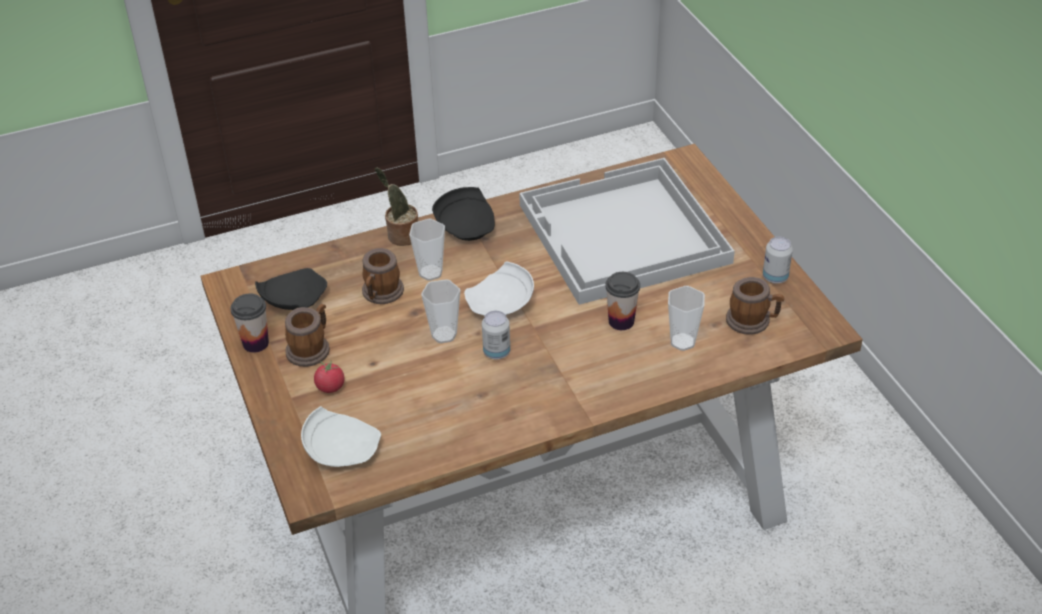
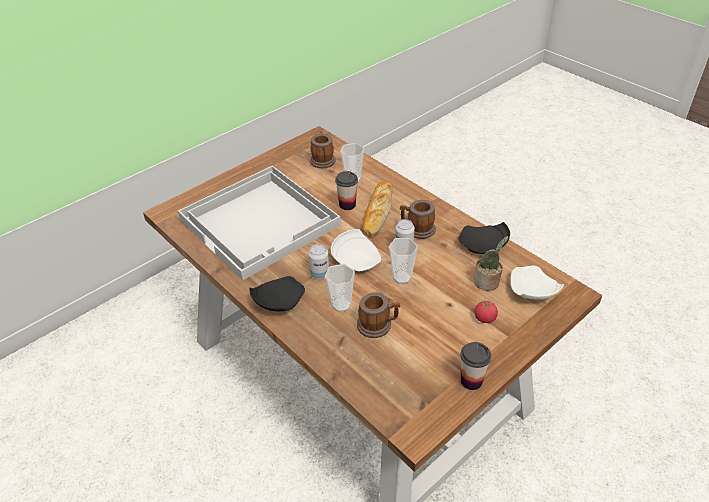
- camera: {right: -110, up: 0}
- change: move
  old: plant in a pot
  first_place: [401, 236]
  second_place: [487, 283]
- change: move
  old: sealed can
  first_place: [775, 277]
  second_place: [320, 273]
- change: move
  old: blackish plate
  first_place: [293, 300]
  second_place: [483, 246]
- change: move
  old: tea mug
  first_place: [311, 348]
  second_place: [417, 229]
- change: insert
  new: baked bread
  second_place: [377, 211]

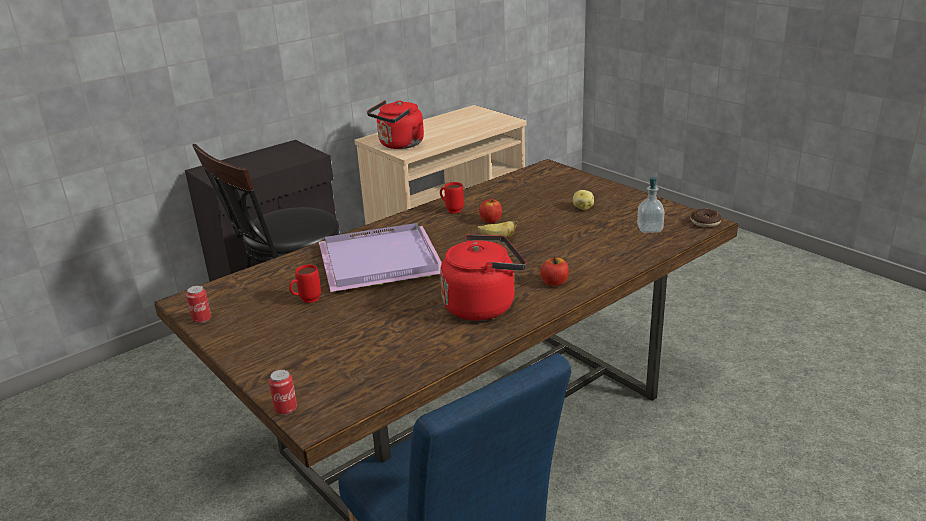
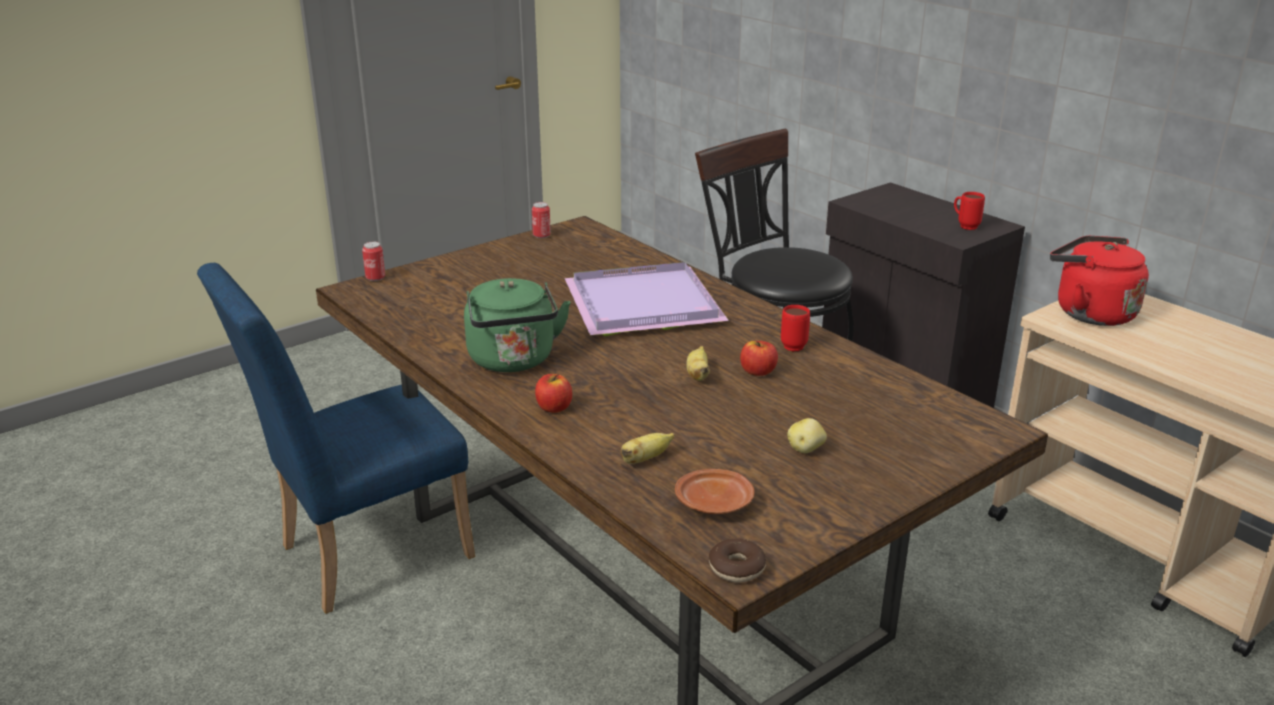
- camera: {right: 90, up: 0}
- change: replace
  old: liquid soap bottle
  new: brownish plate
  first_place: [649, 229]
  second_place: [715, 503]
- change: recolor
  old: reddish tea kettle
  new: green-coloured tea kettle
  first_place: [483, 305]
  second_place: [513, 361]
- change: move
  old: reddish tea mug
  first_place: [306, 301]
  second_place: [964, 226]
- change: insert
  new: whole banana
  second_place: [645, 459]

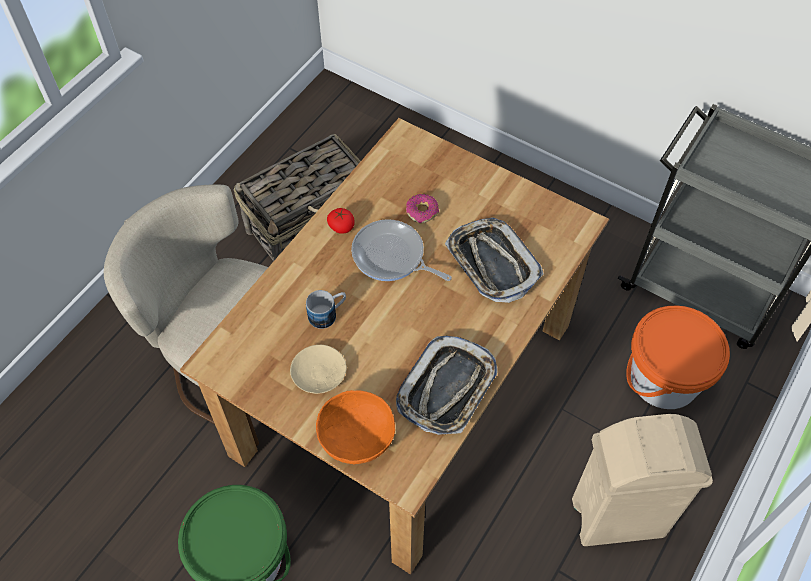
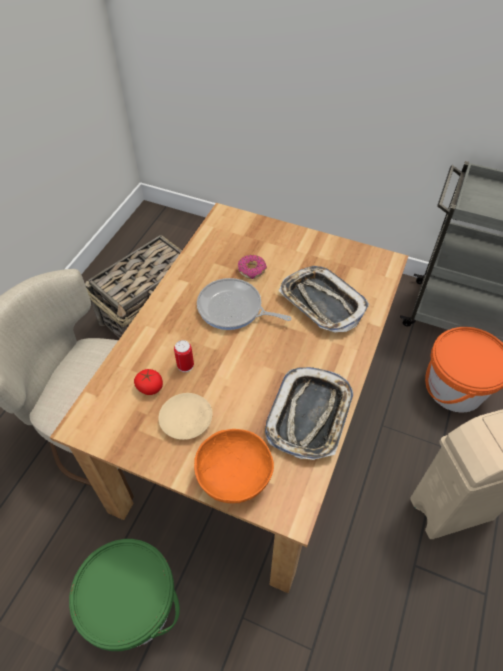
- camera: {right: -10, up: -5}
- change: move
  old: tomato
  first_place: [341, 226]
  second_place: [150, 387]
- change: replace
  old: tea mug
  new: sealed can
  first_place: [328, 314]
  second_place: [185, 365]

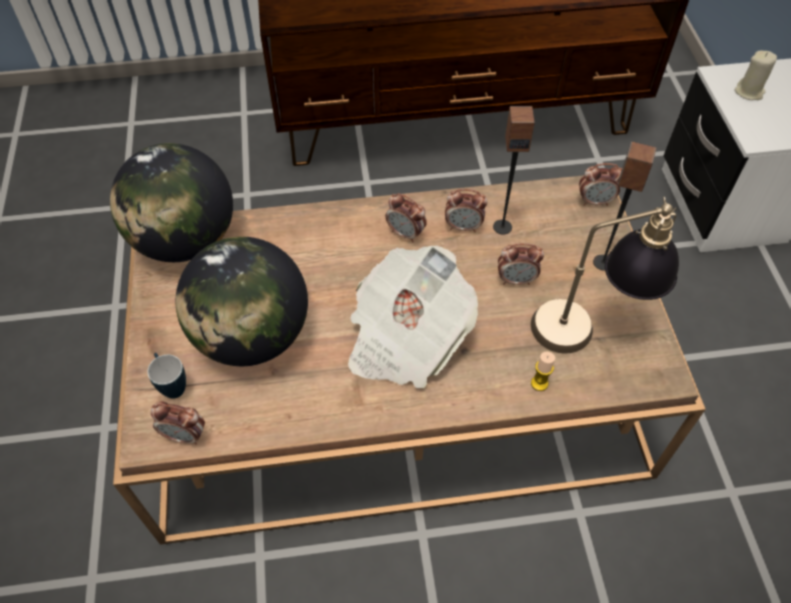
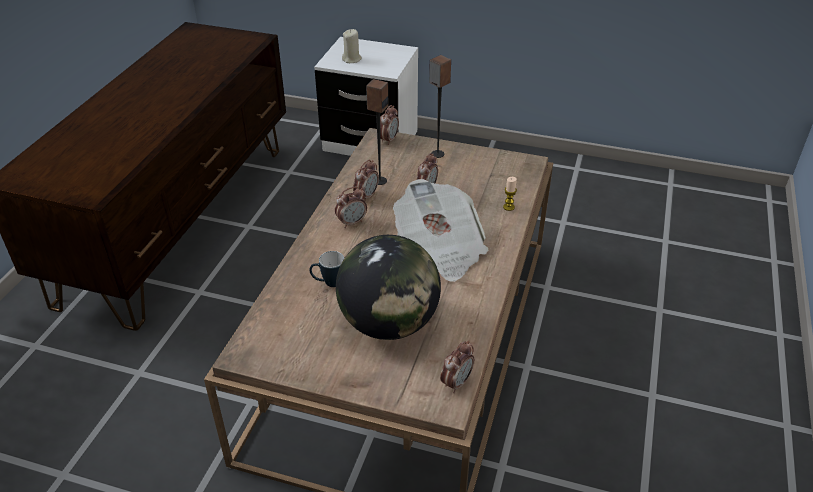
- camera: {right: -65, up: -15}
- change: delete
  old: desk globe
  first_place: [185, 241]
- change: delete
  old: tabletop lamp
  first_place: [589, 328]
- change: move
  old: tea mug
  first_place: [172, 385]
  second_place: [328, 283]

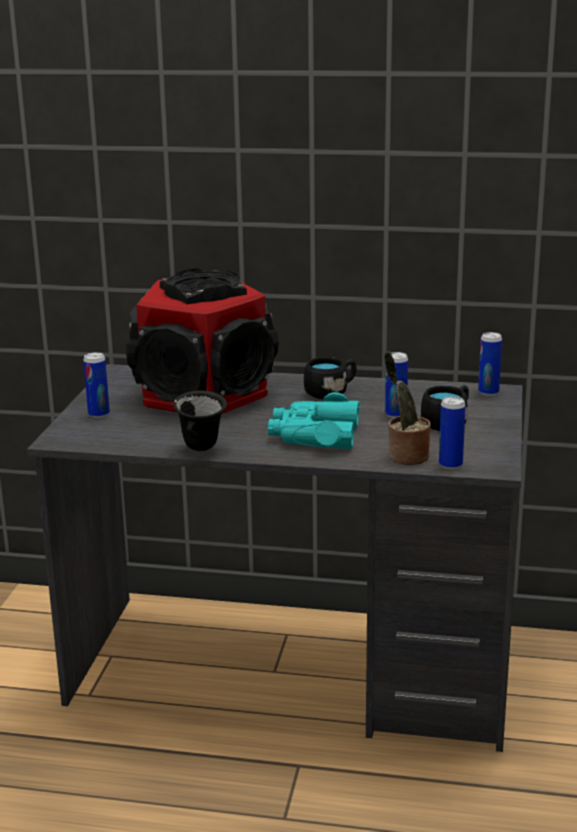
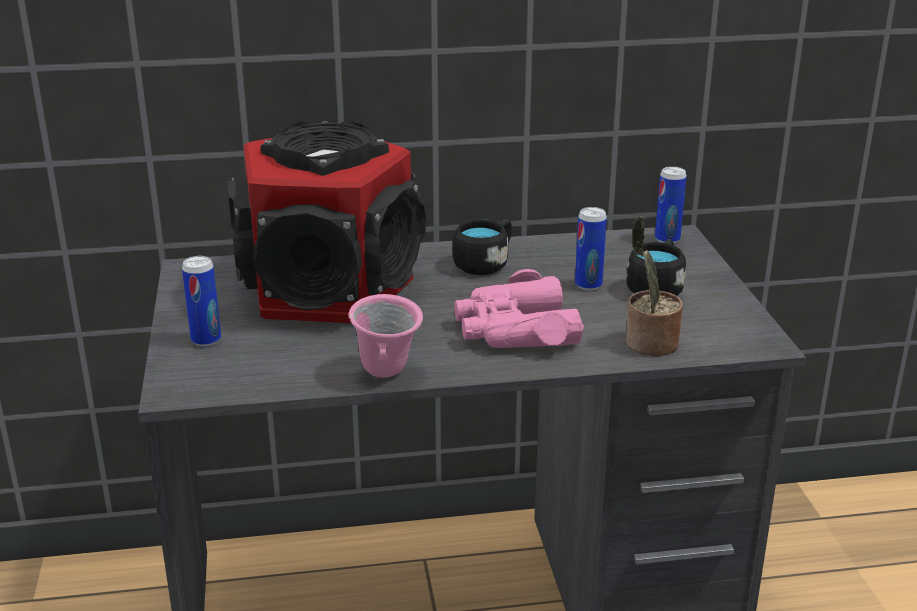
- camera: {right: -20, up: 5}
- change: recolor
  old: blackish tea mug
  new: pink-coloured tea mug
  first_place: [202, 449]
  second_place: [388, 374]
- change: recolor
  old: turquoise pair of binoculars
  new: pink-coloured pair of binoculars
  first_place: [314, 435]
  second_place: [515, 330]
- change: delete
  old: sealed can
  first_place: [450, 465]

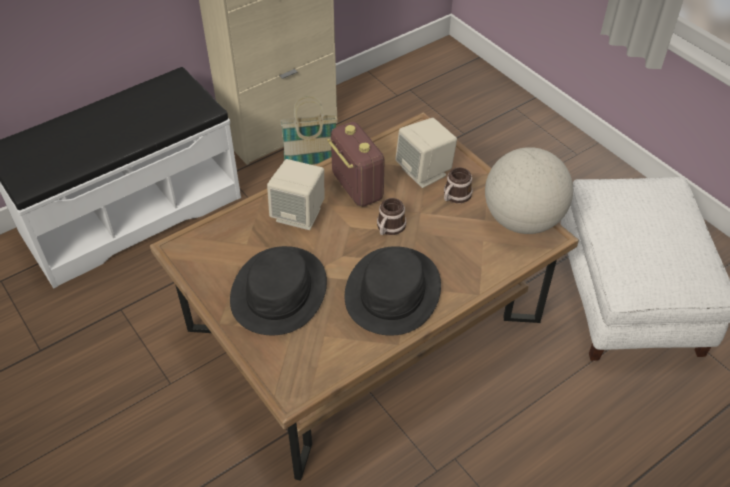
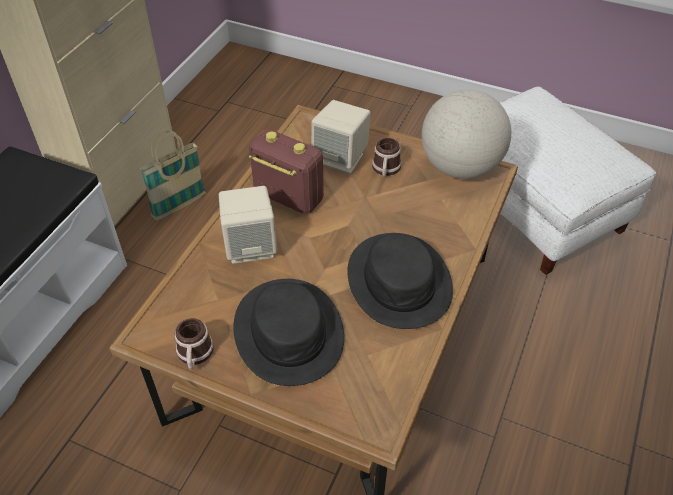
- camera: {right: -30, up: 0}
- change: move
  old: tea mug
  first_place: [389, 228]
  second_place: [195, 355]

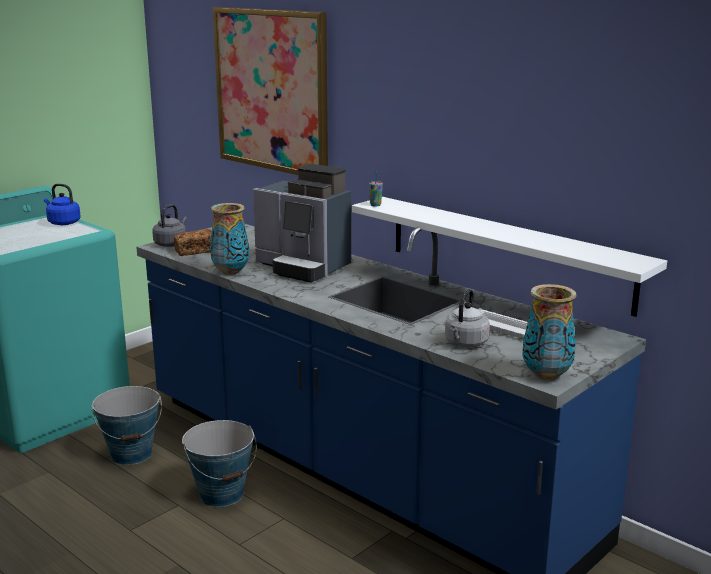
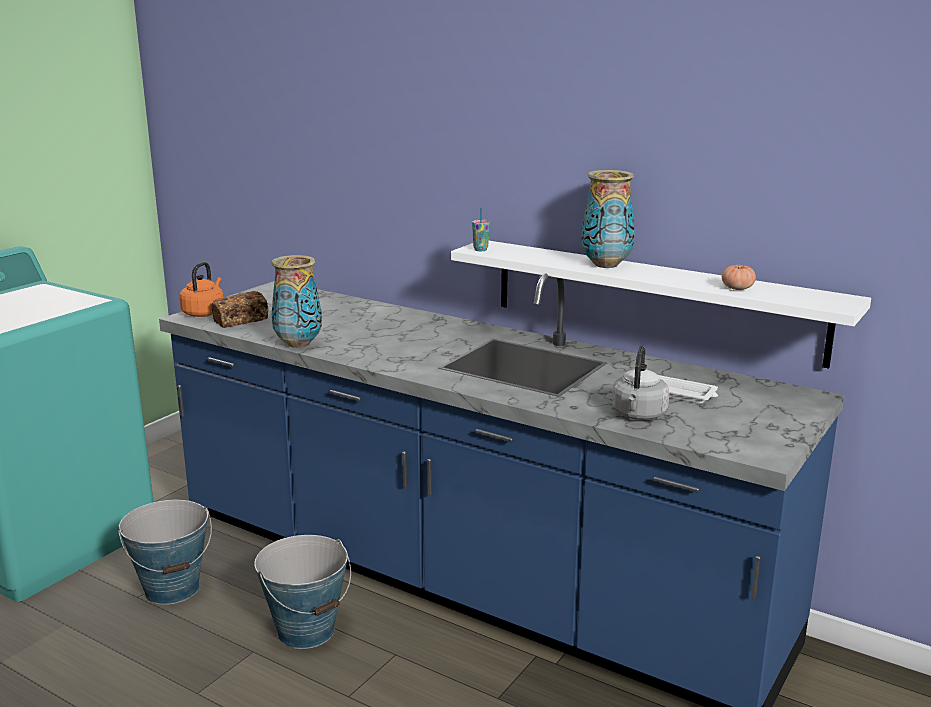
- camera: {right: -10, up: 0}
- change: delete
  old: wall picture
  first_place: [271, 90]
- change: delete
  old: coffee brewer
  first_place: [303, 267]
- change: delete
  old: blue-coloured tea kettle
  first_place: [63, 223]
- change: recolor
  old: grey tea kettle
  new: orange-coloured tea kettle
  first_place: [171, 244]
  second_place: [204, 313]
- change: move
  old: vase
  first_place: [547, 376]
  second_place: [606, 265]
- change: insert
  new: tomato
  second_place: [737, 288]

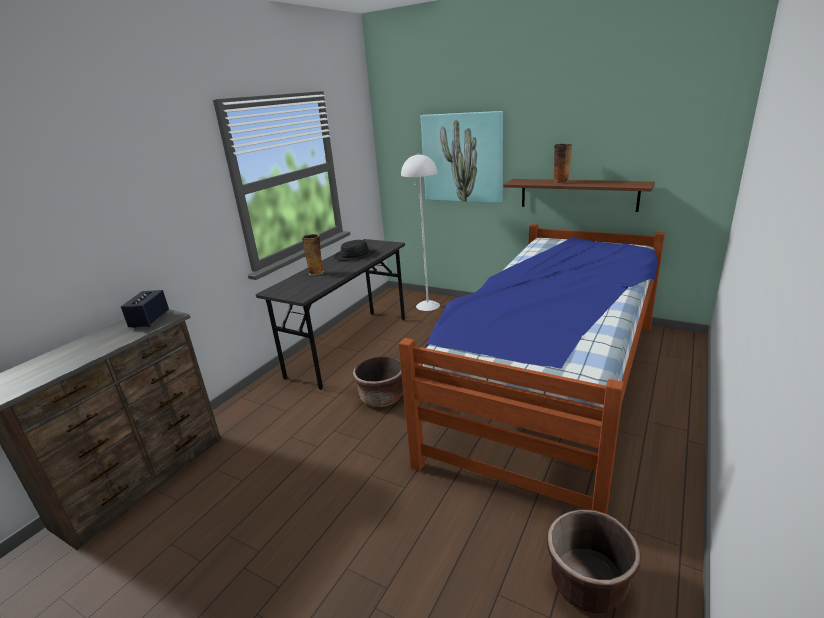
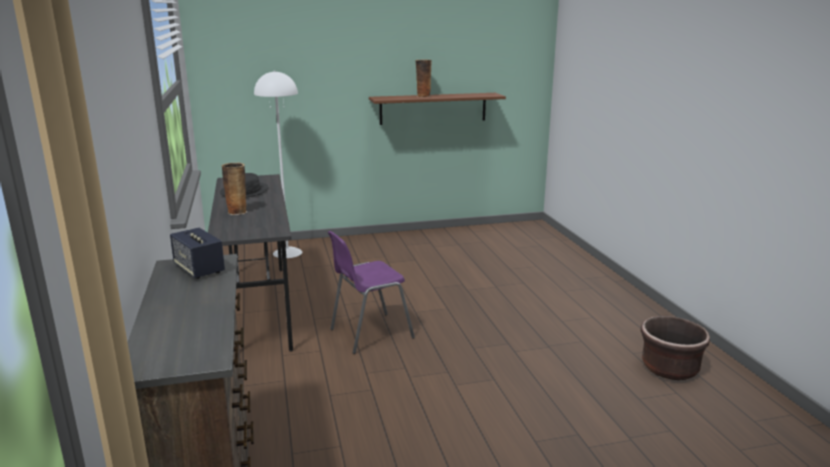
- camera: {right: -45, up: -5}
- change: delete
  old: wall picture
  first_place: [462, 158]
- change: delete
  old: bed
  first_place: [551, 384]
- change: replace
  old: brownish flower pot
  new: purplish plain chair
  first_place: [381, 397]
  second_place: [369, 334]

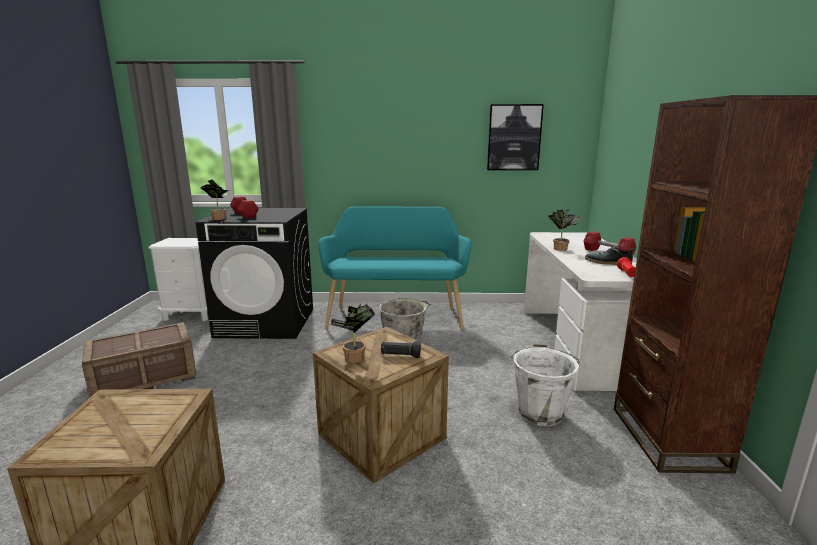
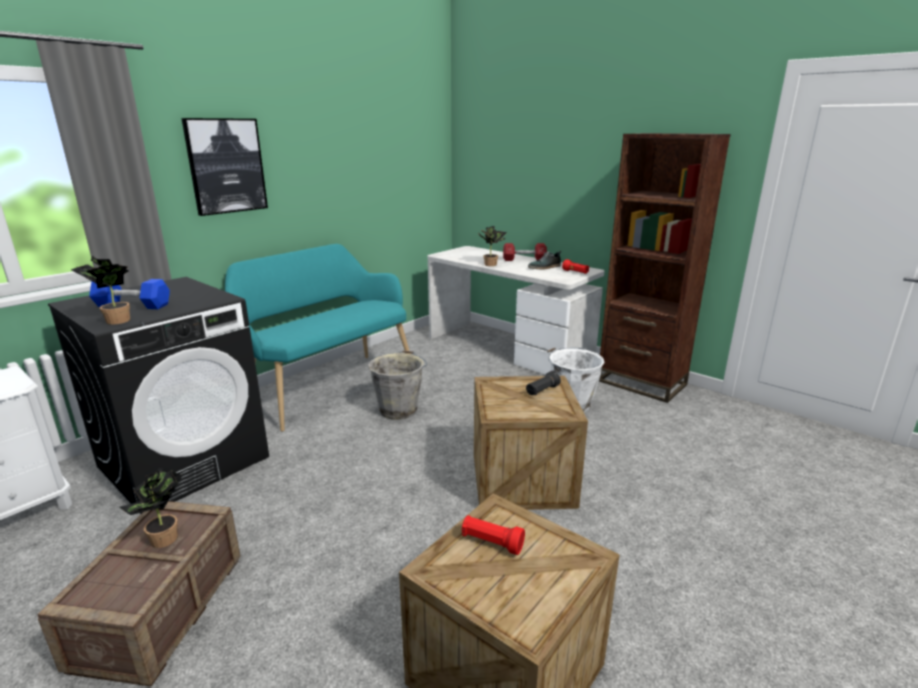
- camera: {right: -50, up: 5}
- change: move
  old: wall picture
  first_place: [514, 137]
  second_place: [226, 166]
- change: recolor
  old: reddish hand weight
  new: blue-coloured hand weight
  first_place: [244, 214]
  second_place: [133, 305]
- change: move
  old: plant in a pot
  first_place: [353, 360]
  second_place: [165, 541]
- change: insert
  new: reddish torch
  second_place: [491, 542]

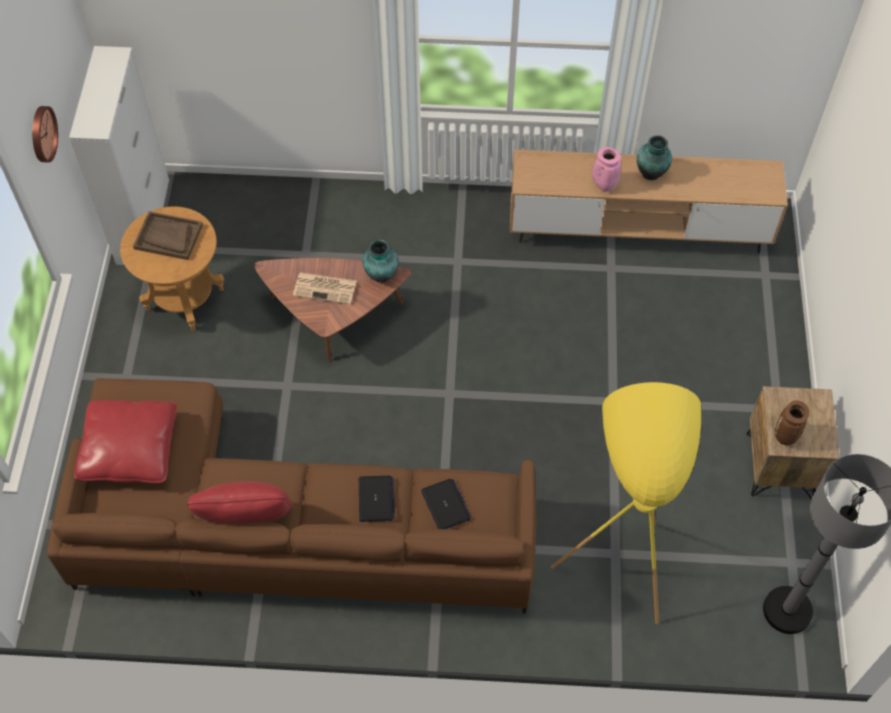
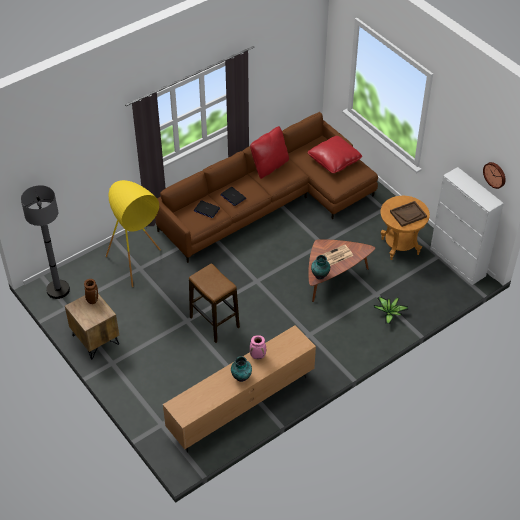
- camera: {right: 140, up: -10}
- change: move
  old: hanging clock
  first_place: [41, 134]
  second_place: [495, 174]
- change: insert
  new: stool
  second_place: [214, 322]
- change: insert
  new: plant in a pot
  second_place: [389, 313]

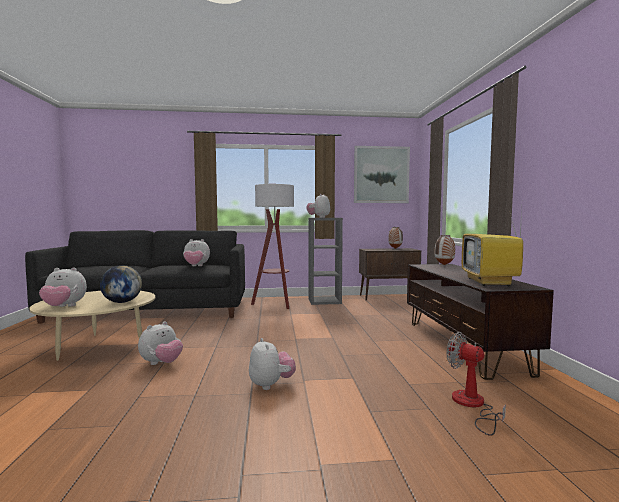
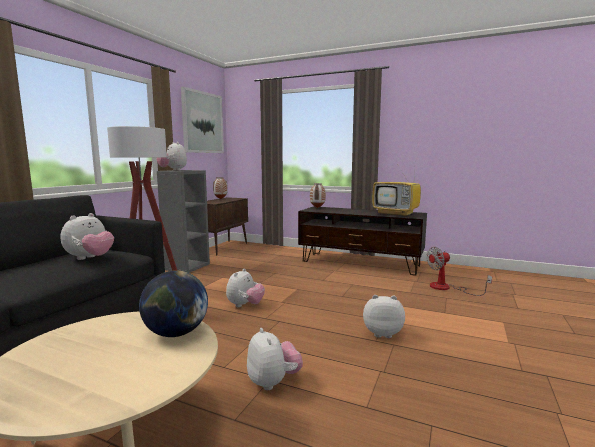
- camera: {right: -60, up: 5}
- change: move
  old: cuddly toy
  first_place: [64, 307]
  second_place: [245, 305]

